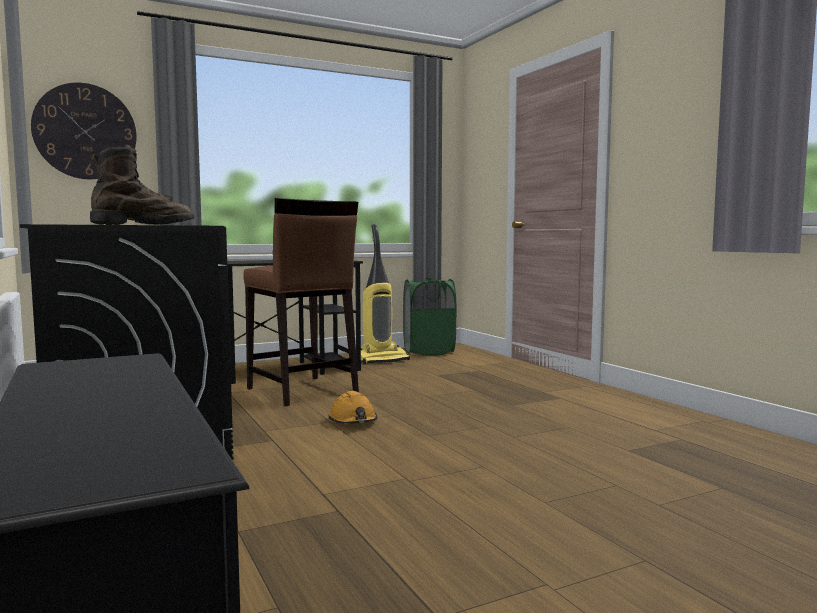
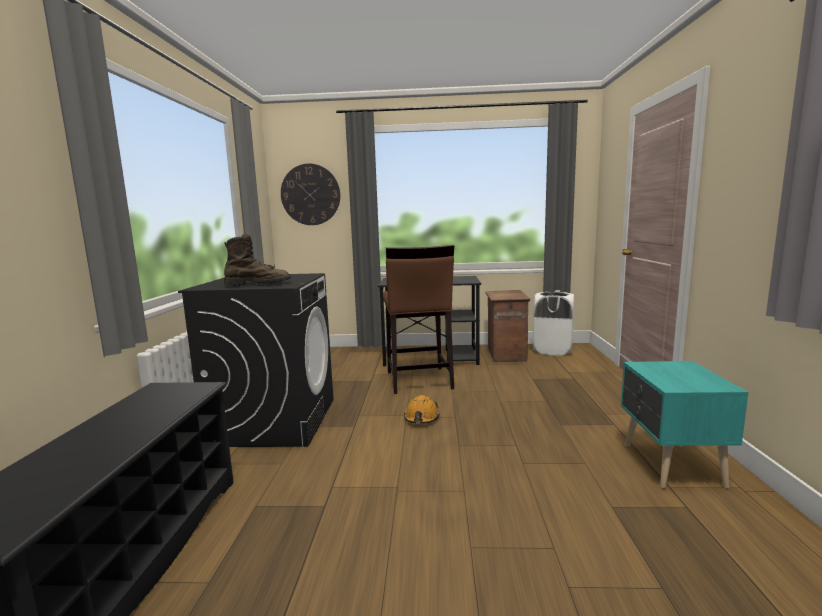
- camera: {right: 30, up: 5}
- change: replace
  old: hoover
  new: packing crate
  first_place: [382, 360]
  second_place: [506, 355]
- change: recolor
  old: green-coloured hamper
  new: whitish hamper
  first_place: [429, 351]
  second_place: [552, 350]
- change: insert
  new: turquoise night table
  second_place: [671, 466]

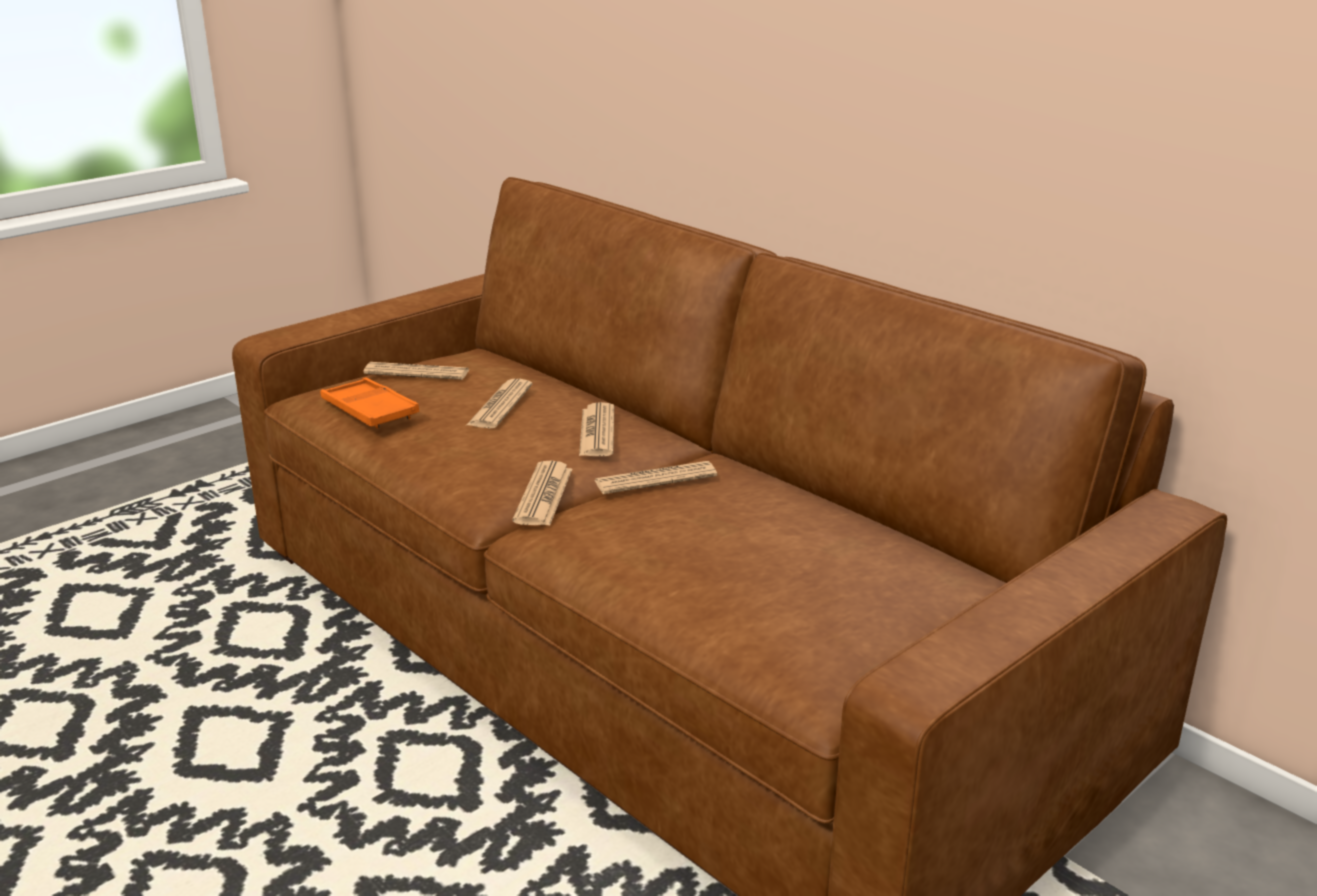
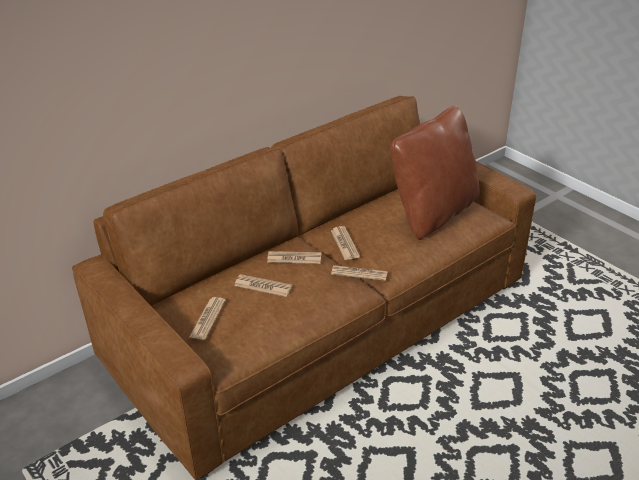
- camera: {right: -85, up: 10}
- change: delete
  old: orange-coloured serving tray
  first_place: [369, 411]
- change: insert
  new: brownish throw pillow
  second_place: [433, 213]

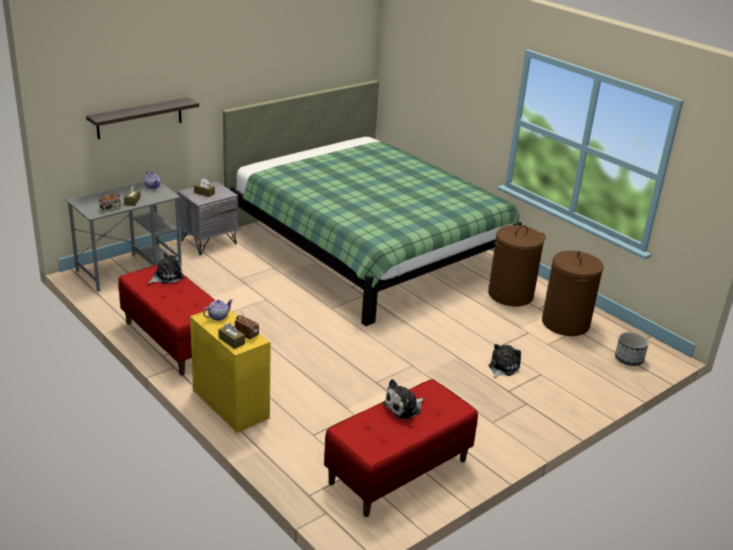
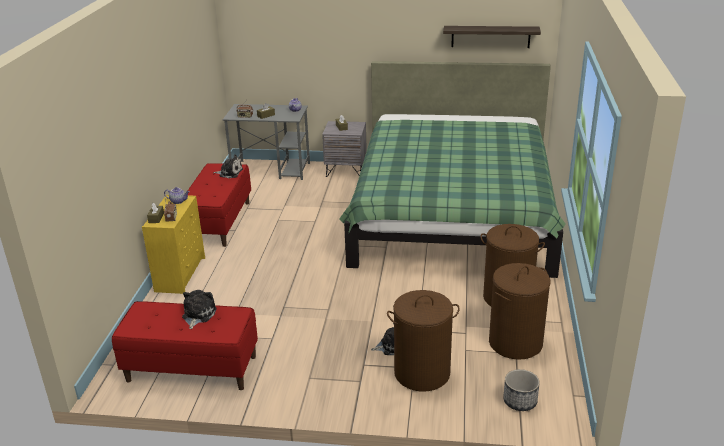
- camera: {right: 50, up: 0}
- change: move
  old: shelf
  first_place: [139, 118]
  second_place: [490, 36]
- change: rotate
  old: cuddly toy
  first_place: [404, 408]
  second_place: [198, 315]
  degrees: 90
- change: insert
  new: brownish hamper
  second_place: [422, 373]

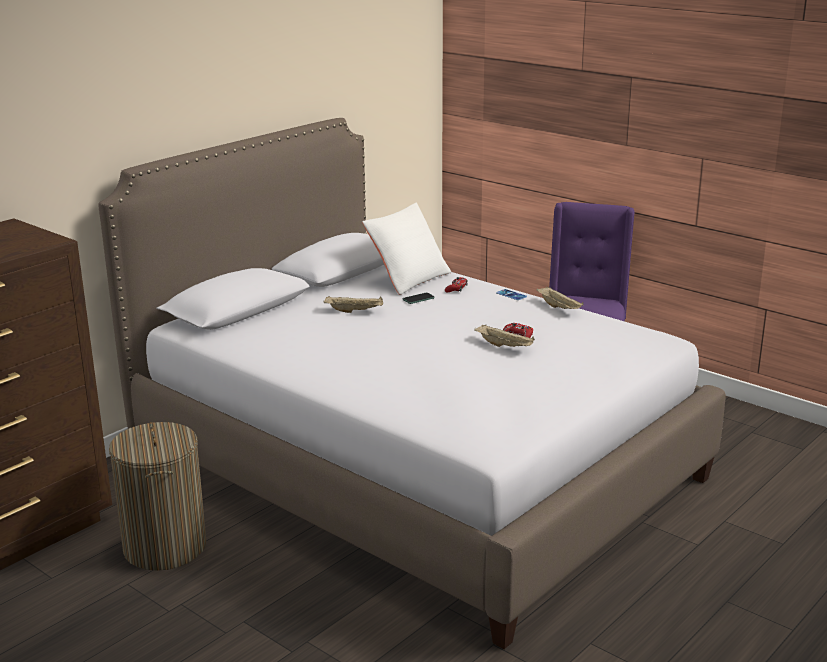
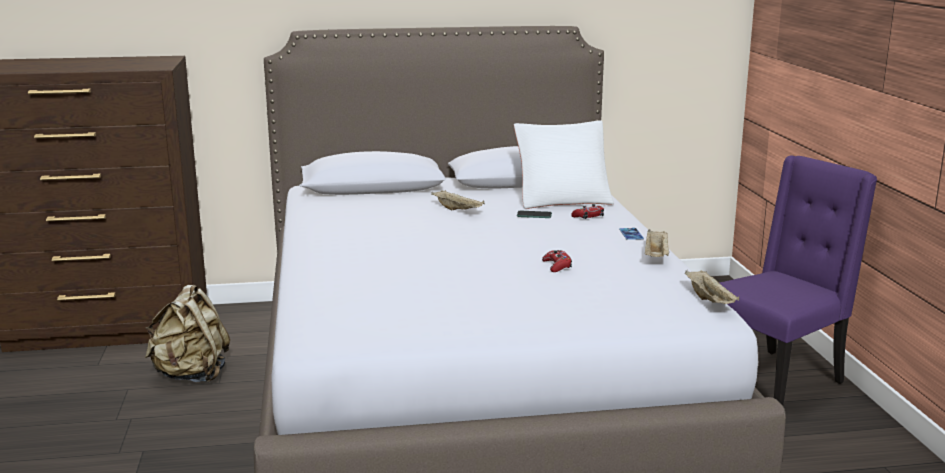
- camera: {right: 40, up: -5}
- change: move
  old: beige serving tray
  first_place: [505, 346]
  second_place: [710, 301]
- change: replace
  old: hamper
  new: beige knapsack
  first_place: [165, 547]
  second_place: [192, 375]

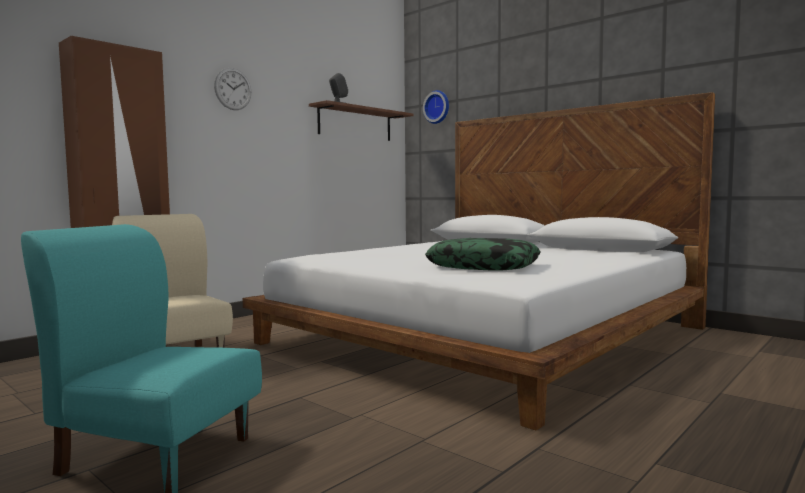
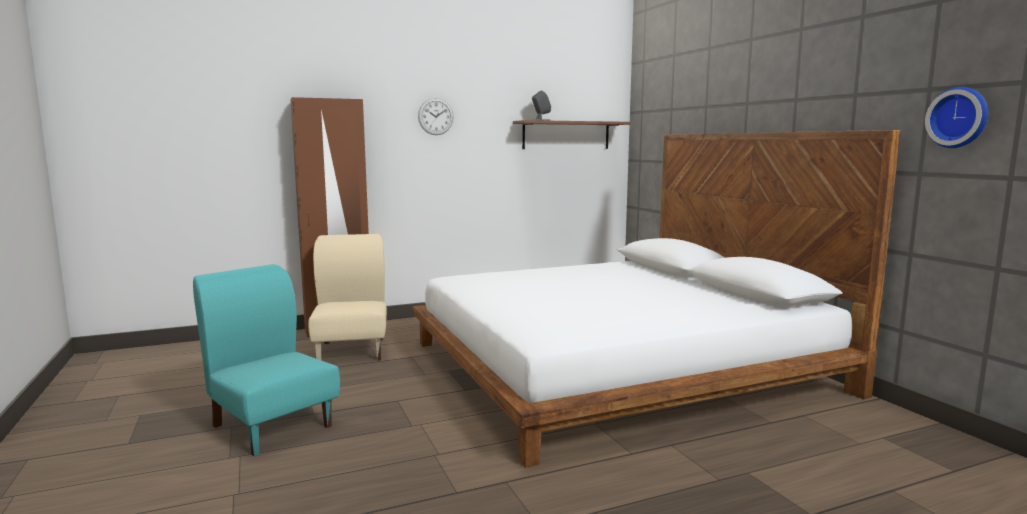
- camera: {right: 25, up: 5}
- change: move
  old: hanging clock
  first_place: [437, 107]
  second_place: [959, 117]
- change: delete
  old: throw pillow
  first_place: [484, 266]

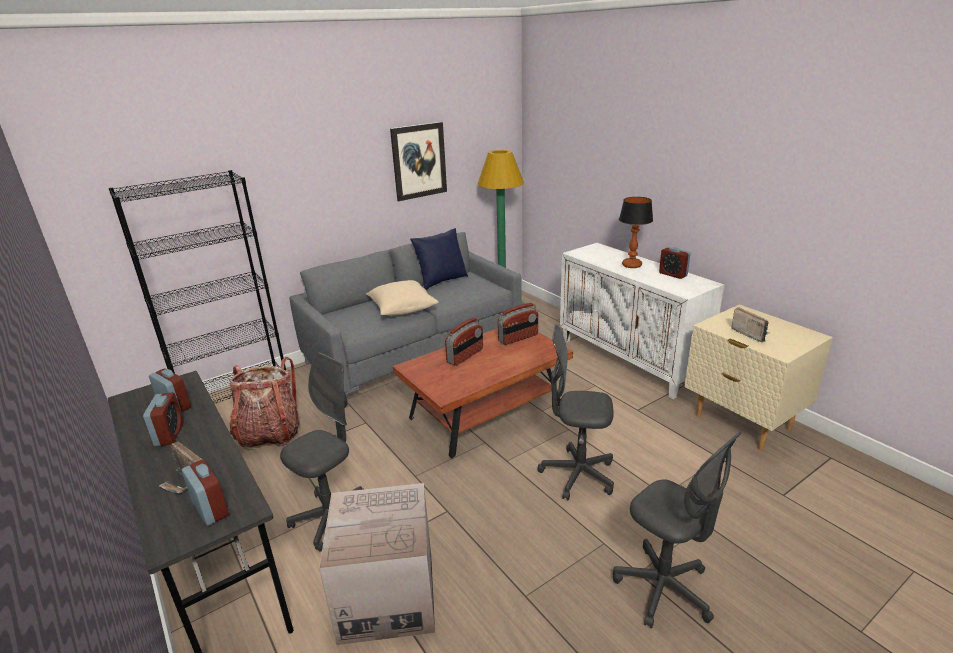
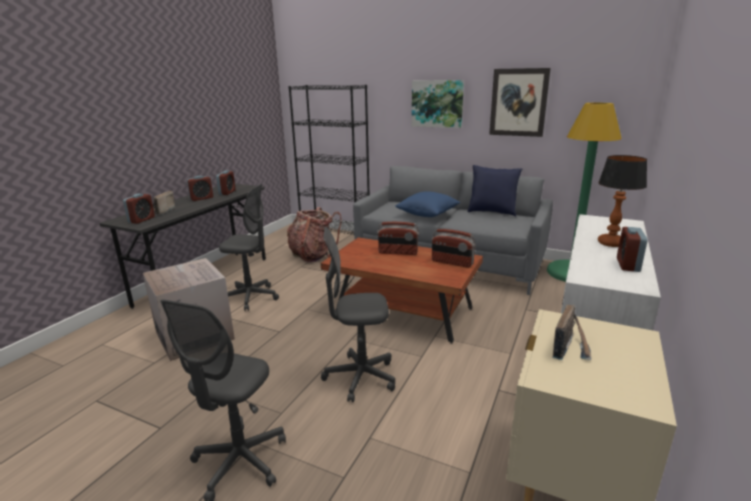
- camera: {right: 60, up: -5}
- change: recolor
  old: beige throw pillow
  new: blue-coloured throw pillow
  first_place: [402, 309]
  second_place: [428, 214]
- change: rotate
  old: grey desk chair
  first_place: [578, 475]
  second_place: [360, 377]
  degrees: -75
- change: insert
  new: wall picture
  second_place: [437, 104]

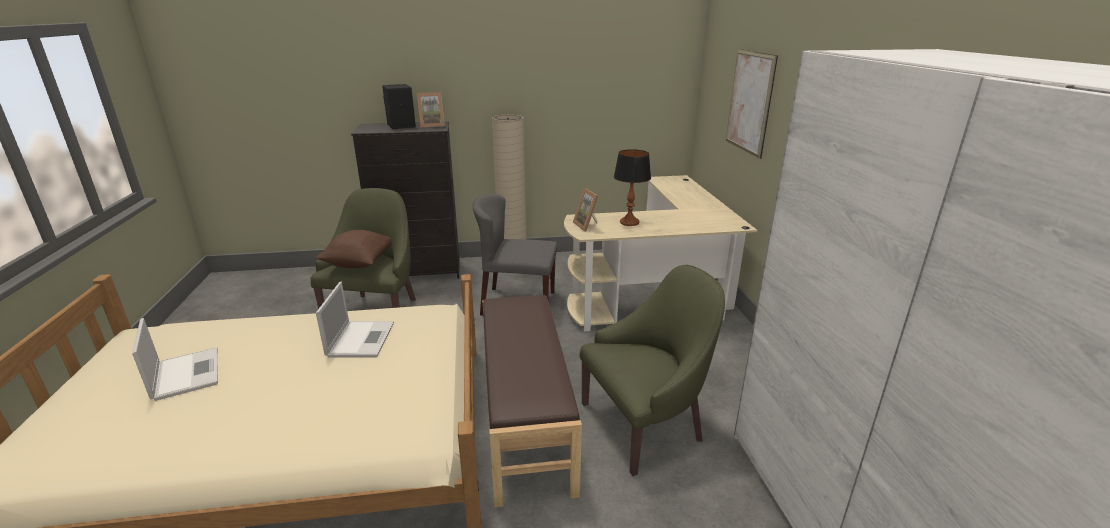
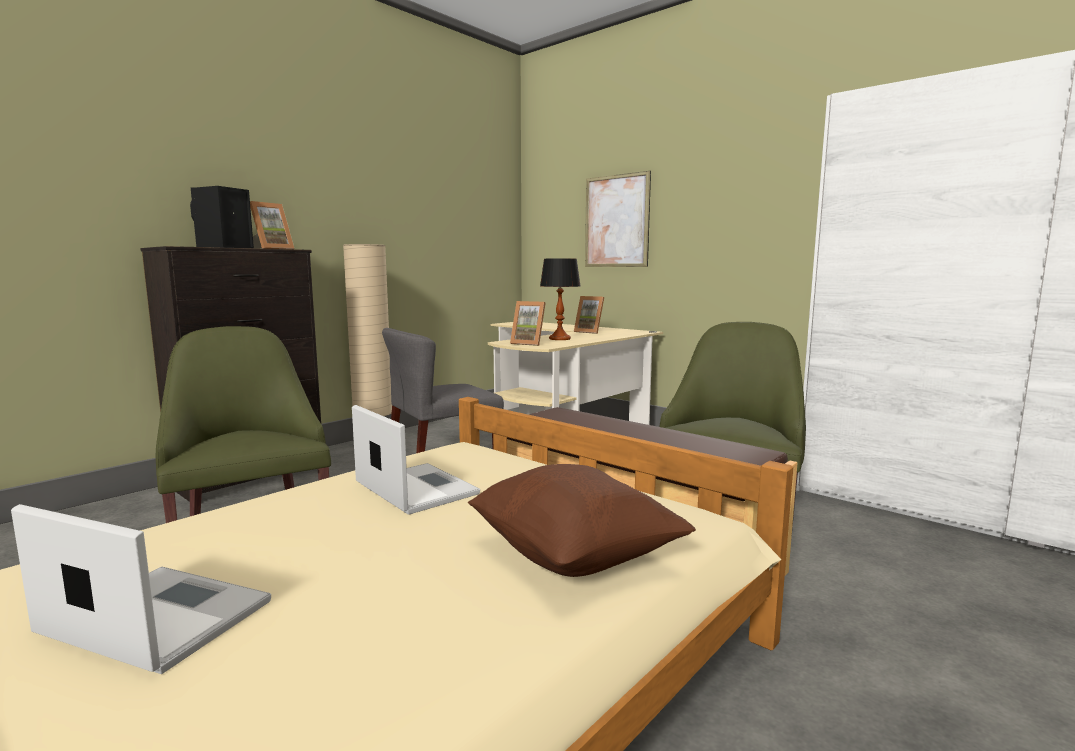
- camera: {right: -40, up: -15}
- change: move
  old: brownish throw pillow
  first_place: [360, 263]
  second_place: [573, 557]
- change: insert
  new: photo frame
  second_place: [590, 332]

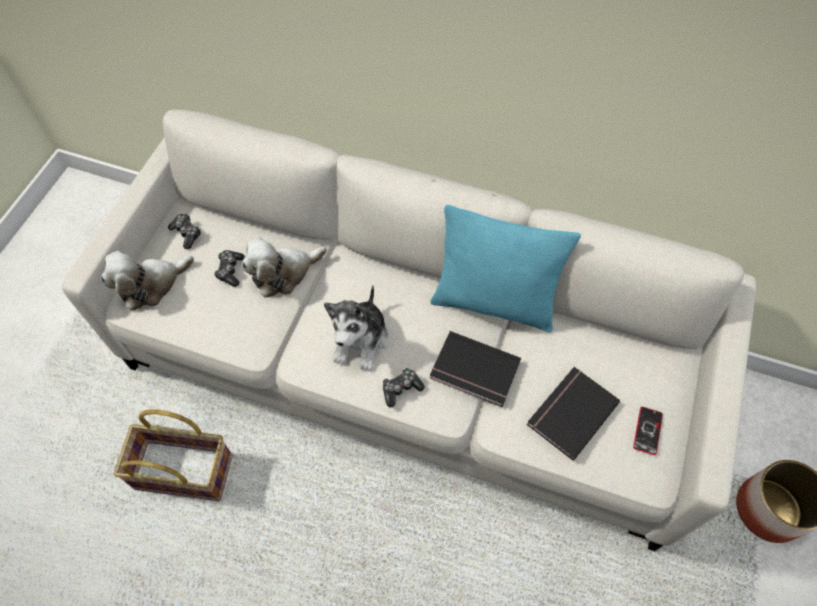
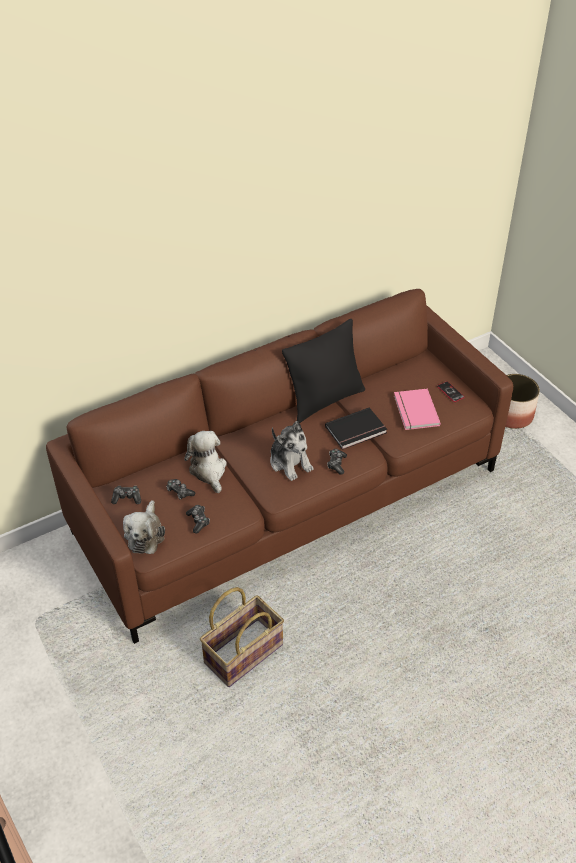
- camera: {right: -50, up: -15}
- change: recolor
  old: grey settee
  new: brownish settee
  first_place: [408, 367]
  second_place: [288, 501]
- change: recolor
  old: turquoise throw pillow
  new: blackish throw pillow
  first_place: [493, 303]
  second_place: [325, 400]
- change: rotate
  old: cuddly toy
  first_place: [284, 273]
  second_place: [208, 471]
  degrees: 150
- change: recolor
  old: blackish bound book
  new: pink-coloured bound book
  first_place: [570, 412]
  second_place: [414, 411]
- change: insert
  new: gamepad
  second_place: [198, 521]

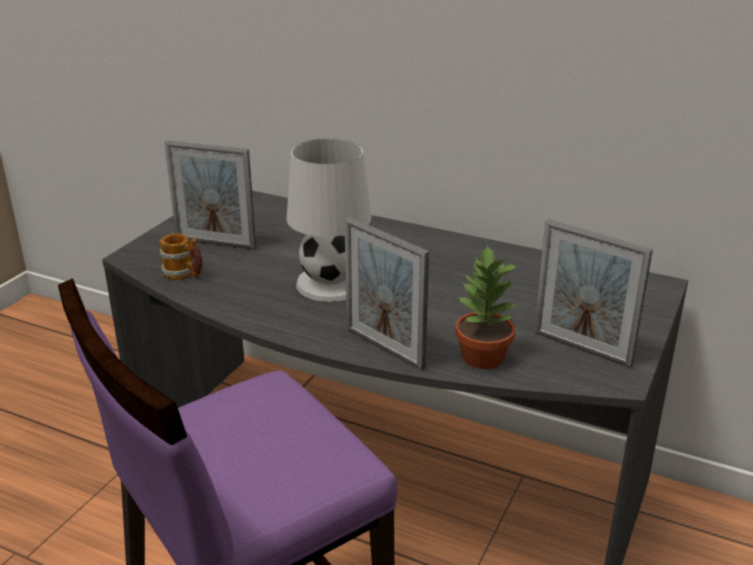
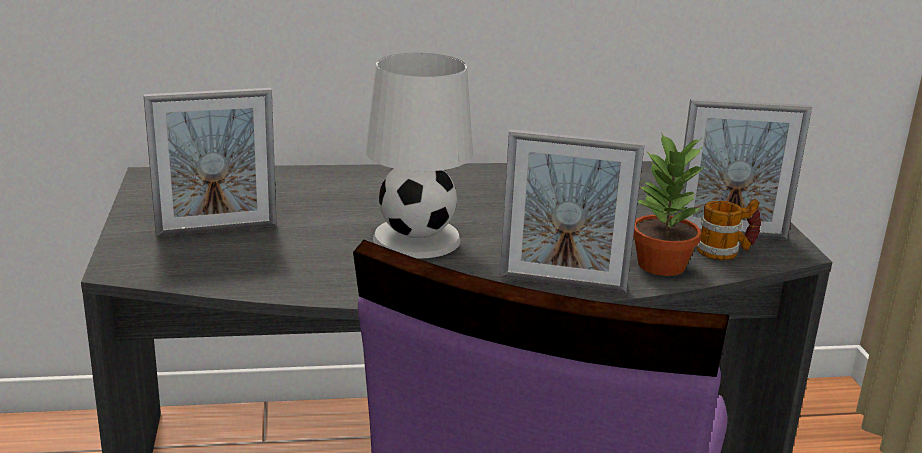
- camera: {right: -35, up: -5}
- change: move
  old: tea mug
  first_place: [184, 274]
  second_place: [725, 251]

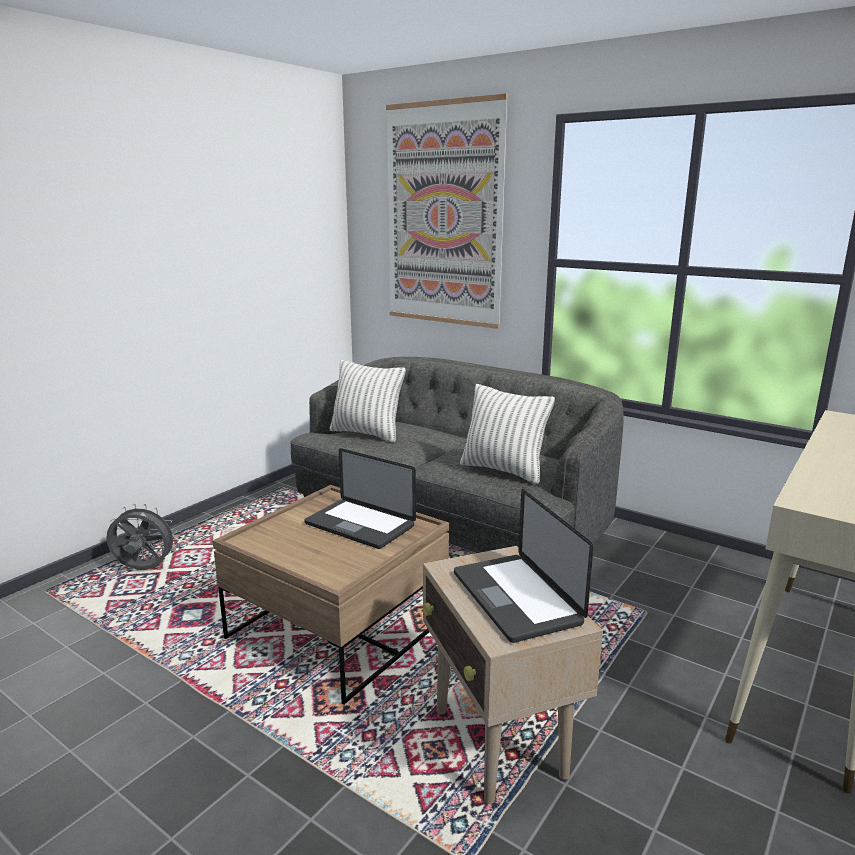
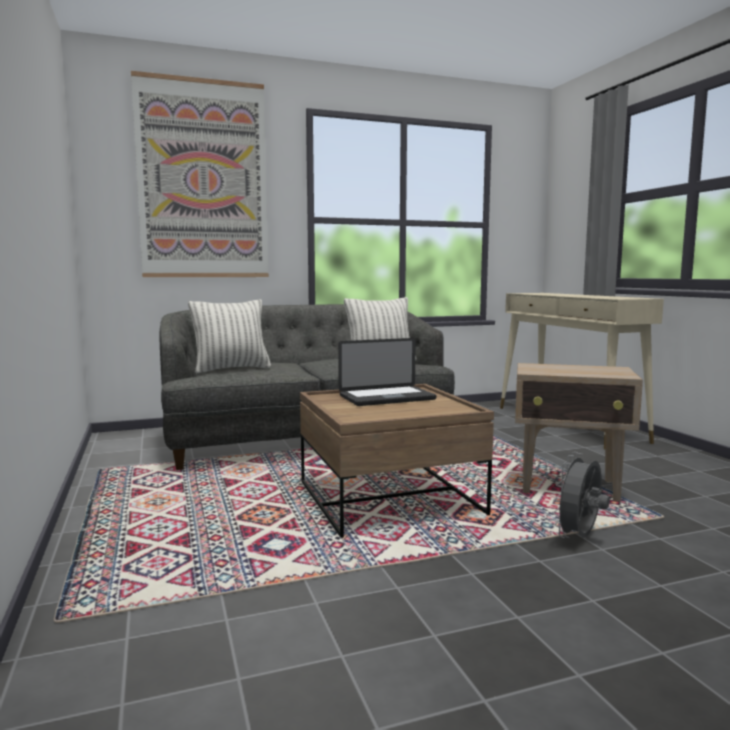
- camera: {right: -55, up: -10}
- change: delete
  old: portable computer
  first_place: [516, 598]
- change: move
  old: grey electric fan
  first_place: [144, 570]
  second_place: [579, 538]

